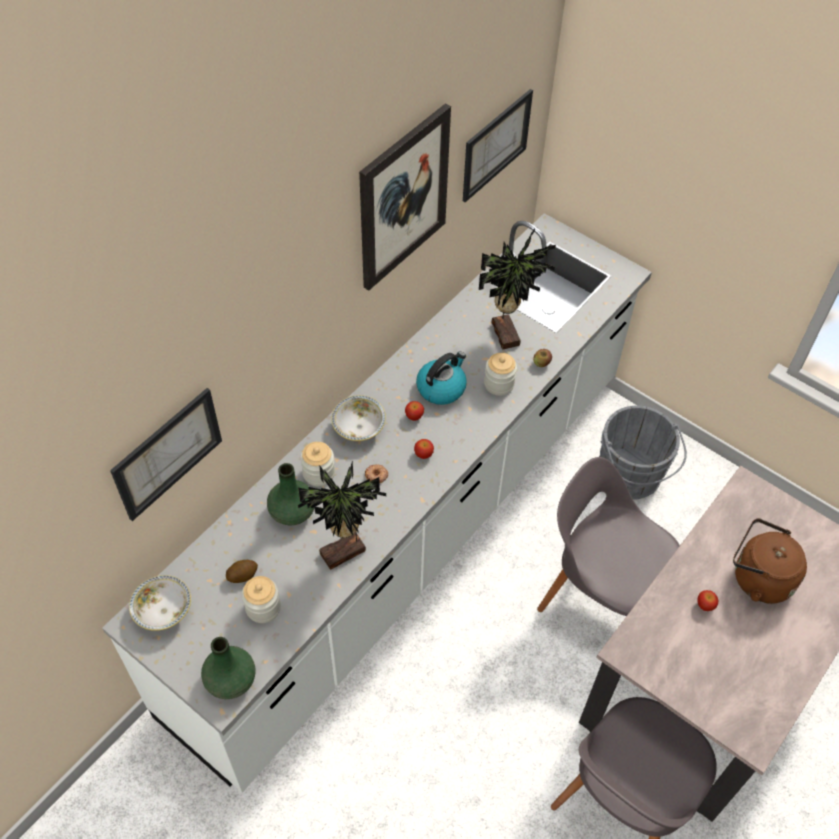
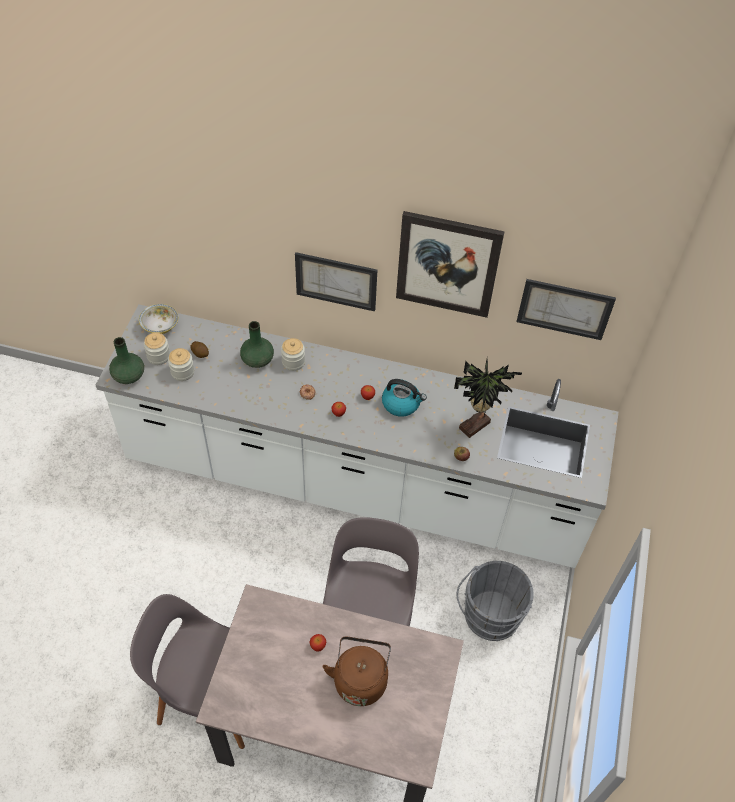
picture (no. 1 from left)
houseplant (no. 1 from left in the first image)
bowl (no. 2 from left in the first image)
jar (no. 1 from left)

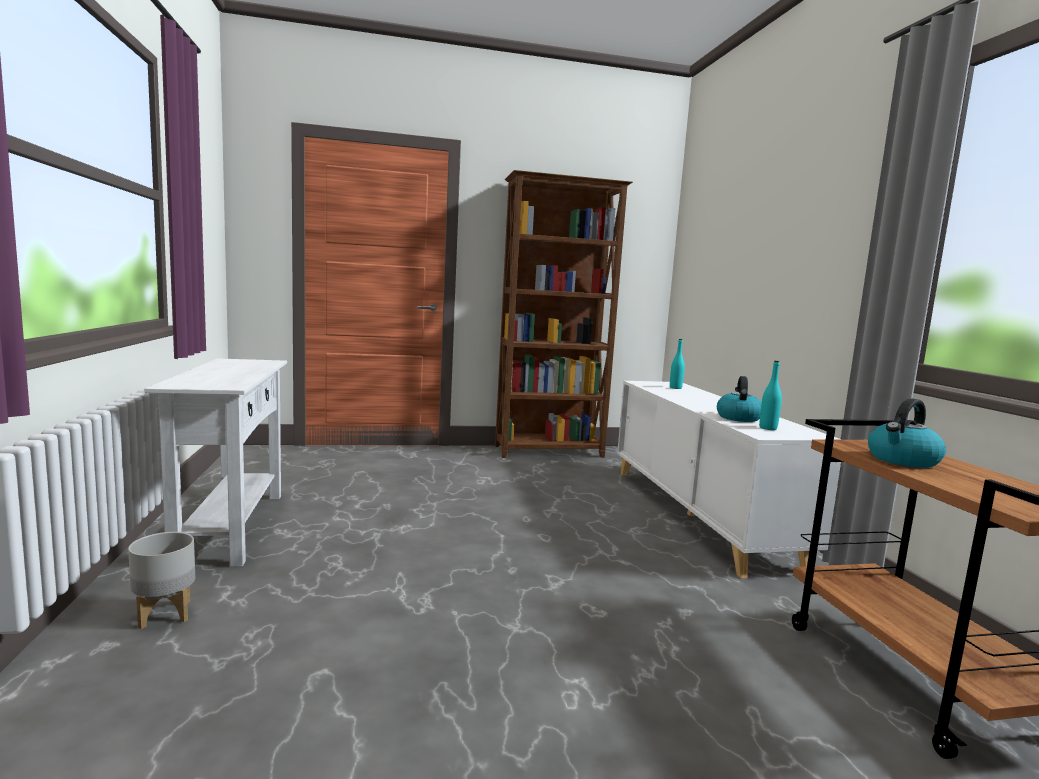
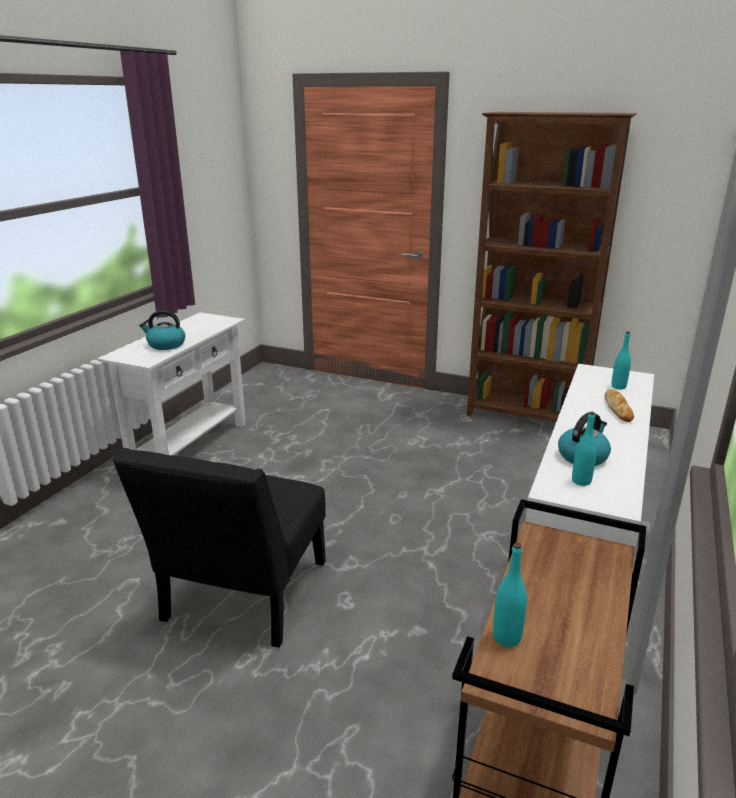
flower pot (grey)
tea kettle (no. 1 from left)
plain chair (blackish)
bottle (turquoise) (no. 1 from left)
bread

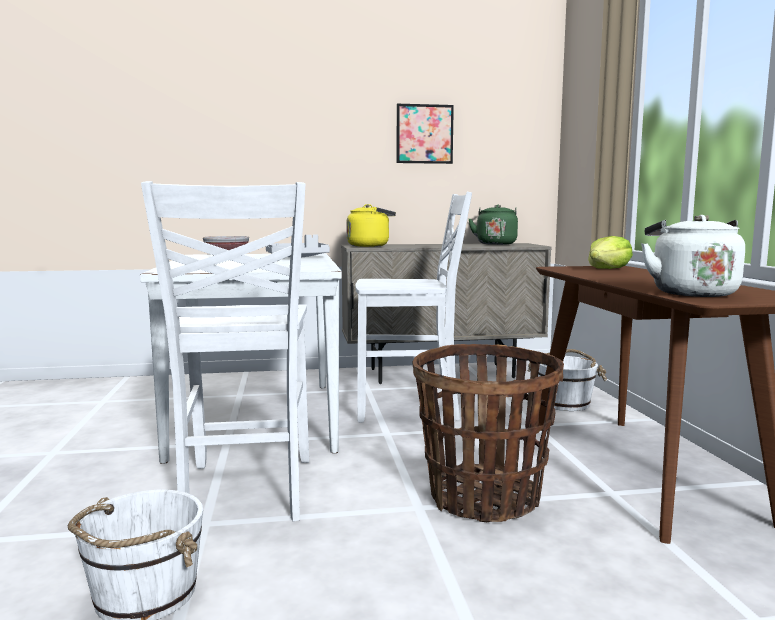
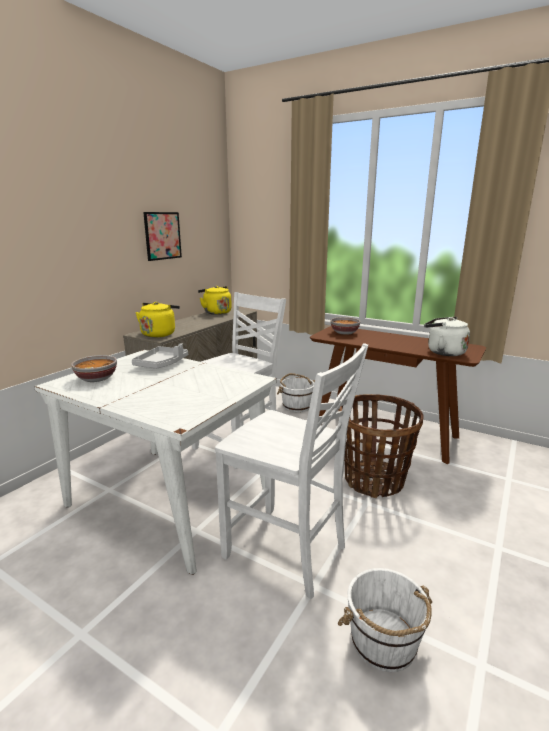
tea kettle (yellowish) (no. 2 from left)
bowl (no. 2 from left)

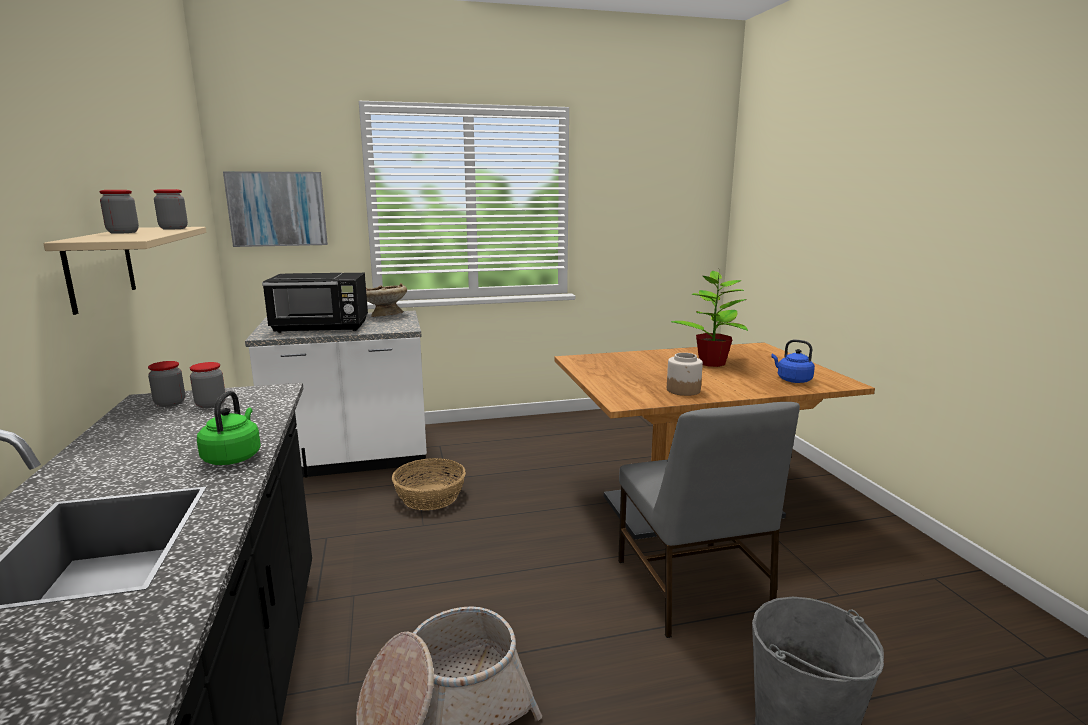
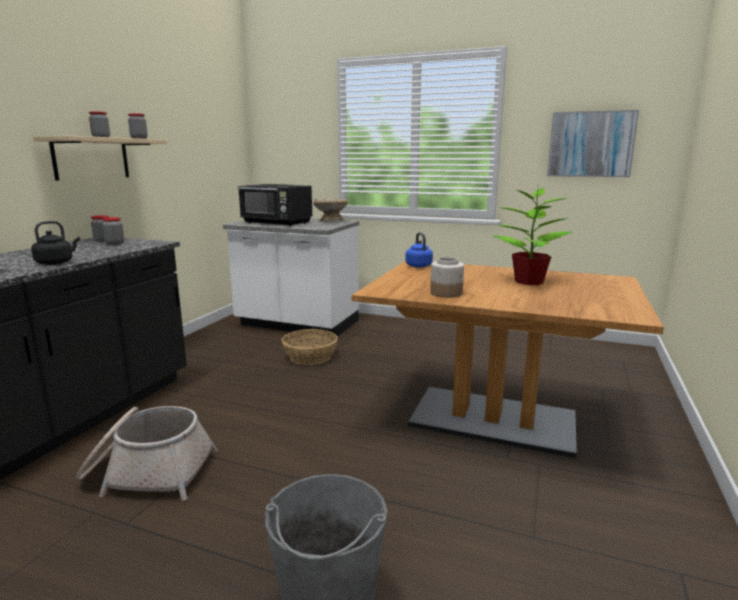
tea kettle (blackish)
picture
plain chair (grey)
tea kettle (bluish)

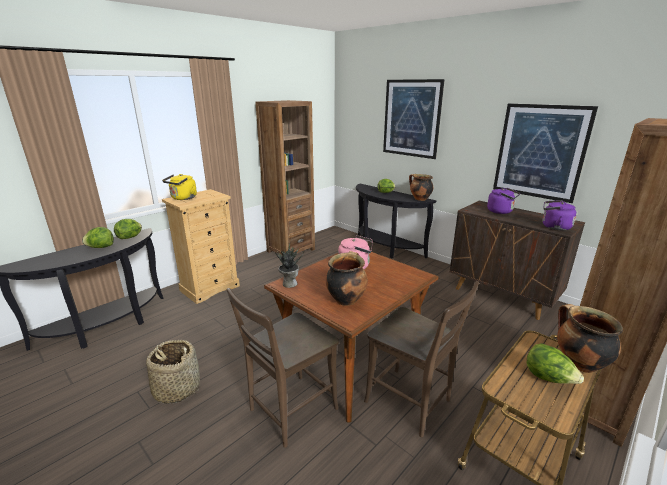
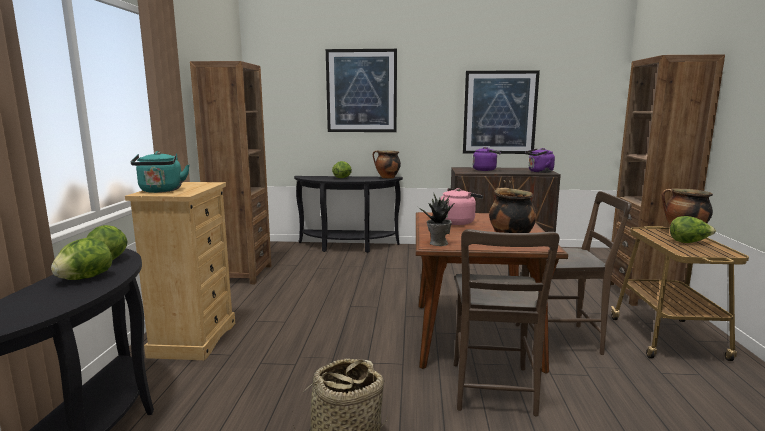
tea kettle (turquoise)

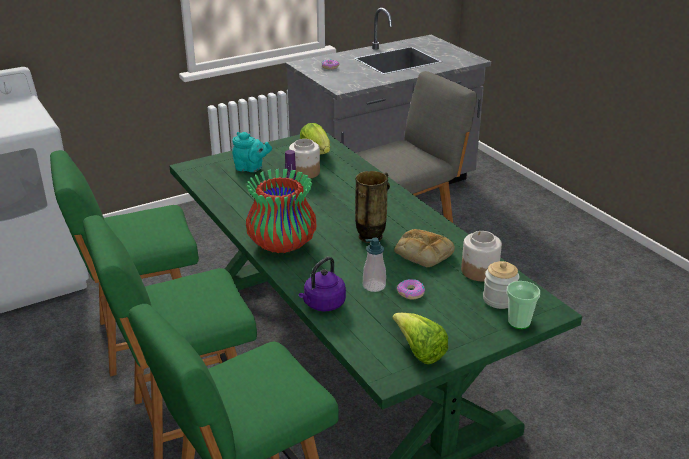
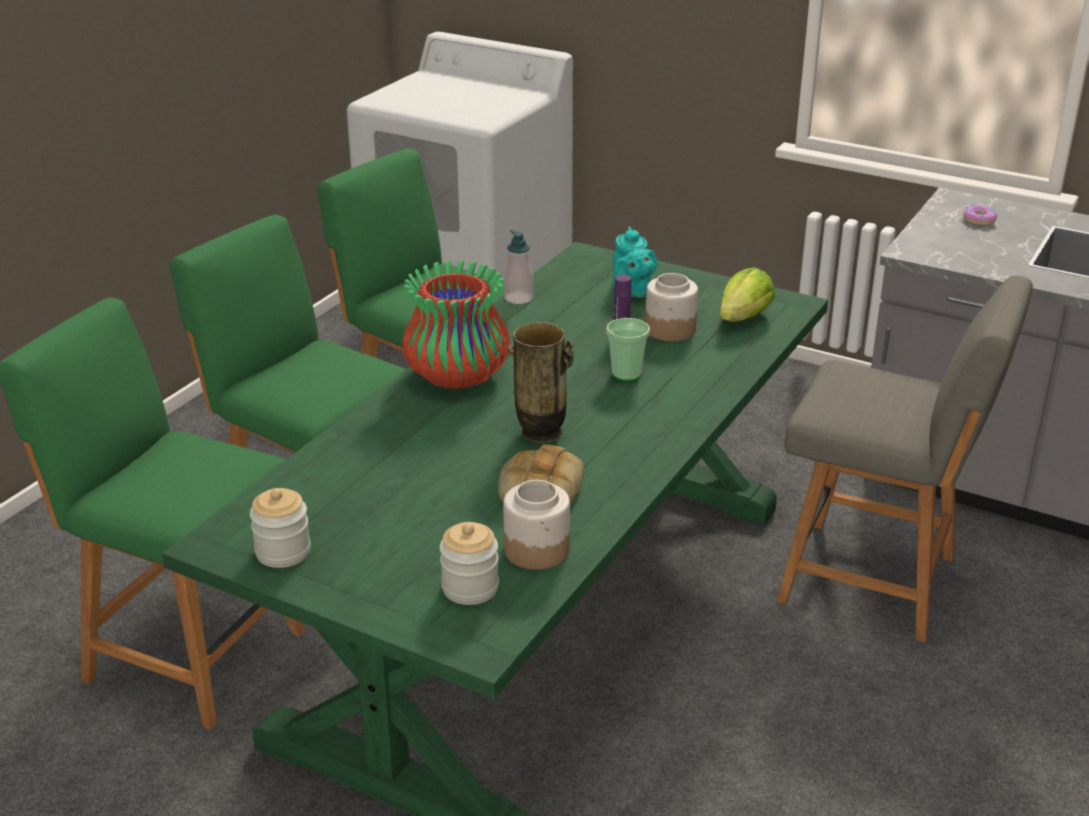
tea kettle (purplish)
soap dispenser
jar (no. 1 from left)
doughnut (no. 2 from left in the first image)
drinking cup

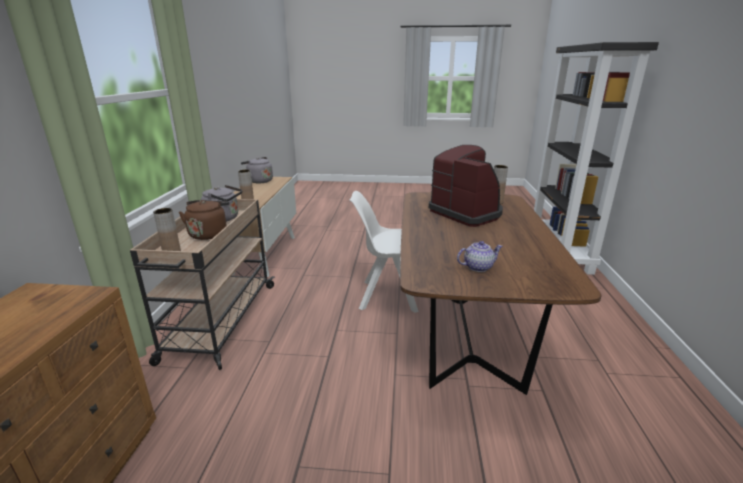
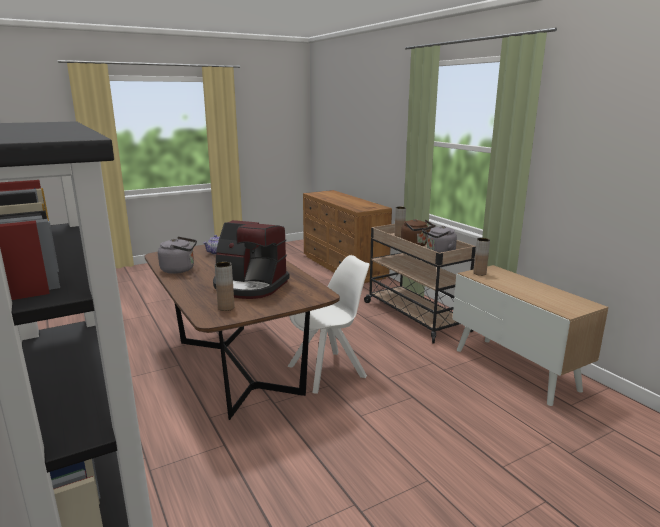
tea kettle (grey) (no. 1 from left)

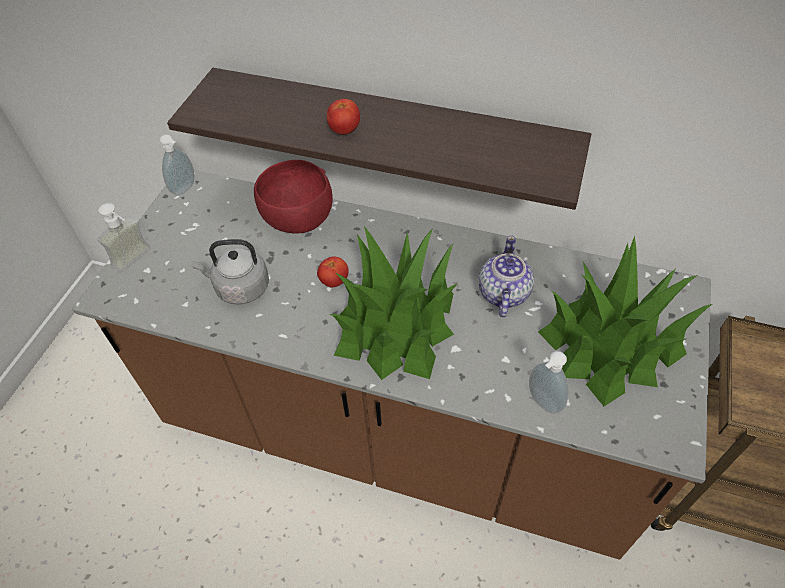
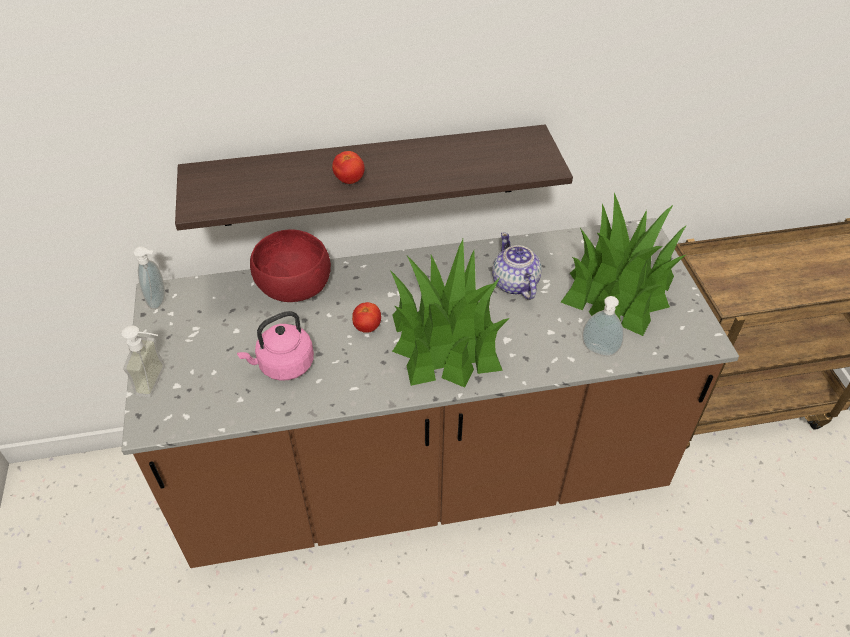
tea kettle (pink-coloured)

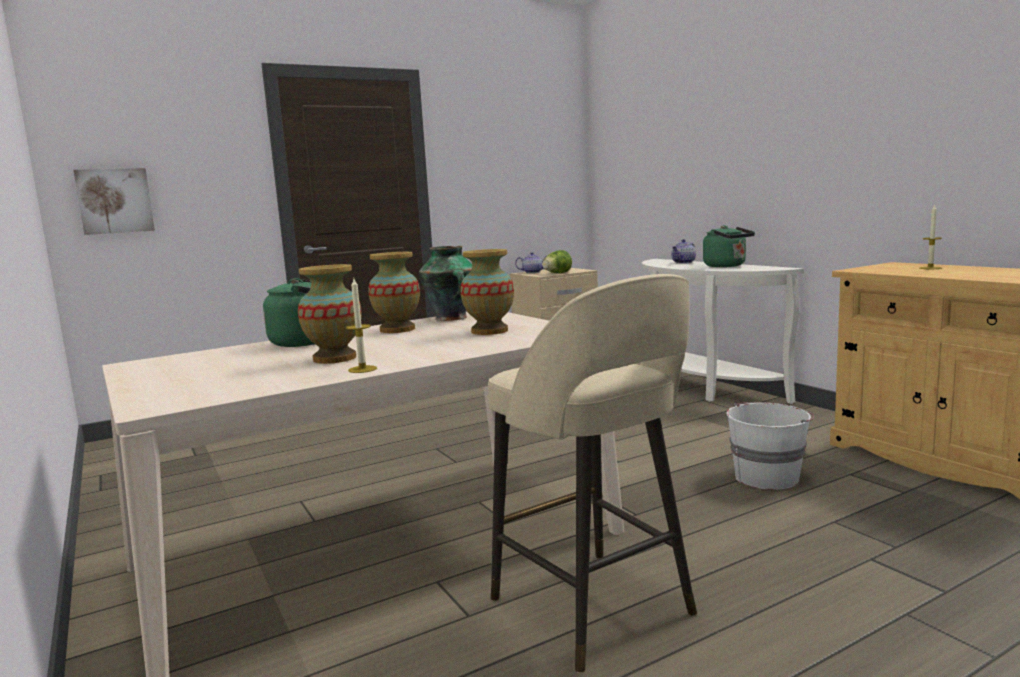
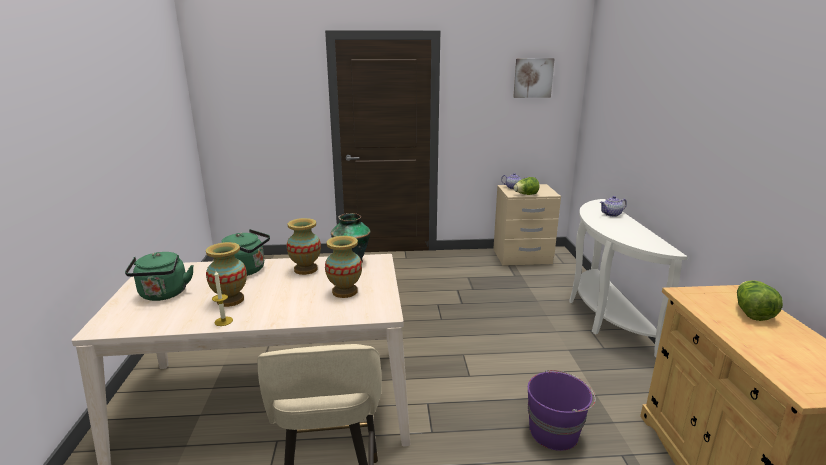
picture
tea kettle (green-coloured) (no. 1 from left)
water bucket (purplish)
lettuce head (no. 2 from left)

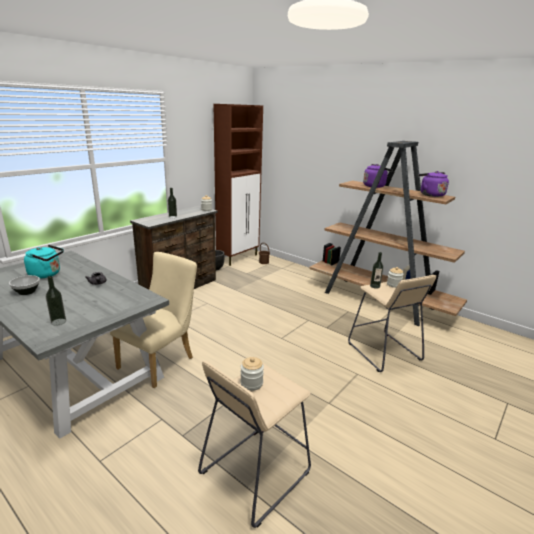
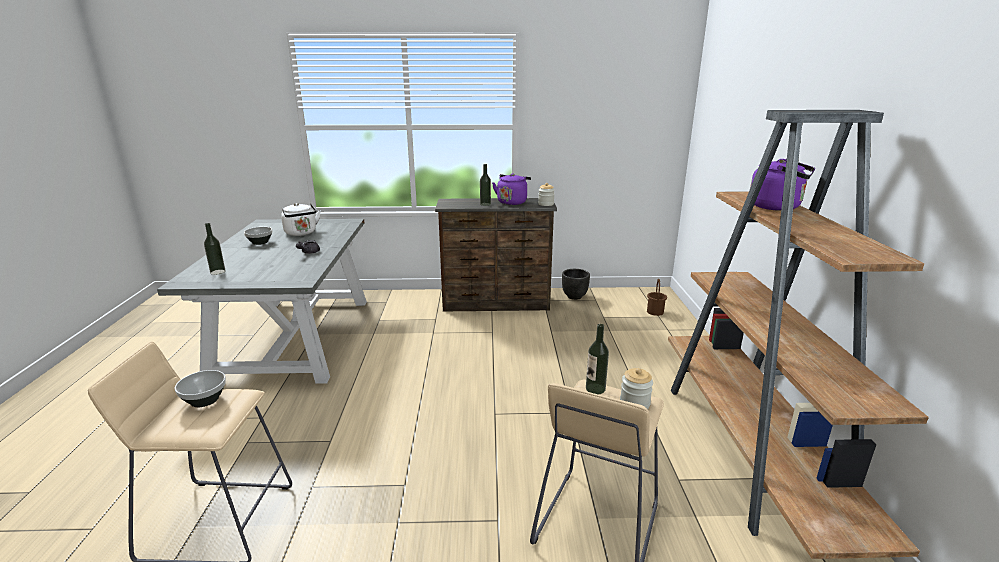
tea kettle (white)
plain chair (sand-coloured)
cupboard (brown-coloured)
bowl (no. 1 from left)
tea kettle (purplish) (no. 1 from left)

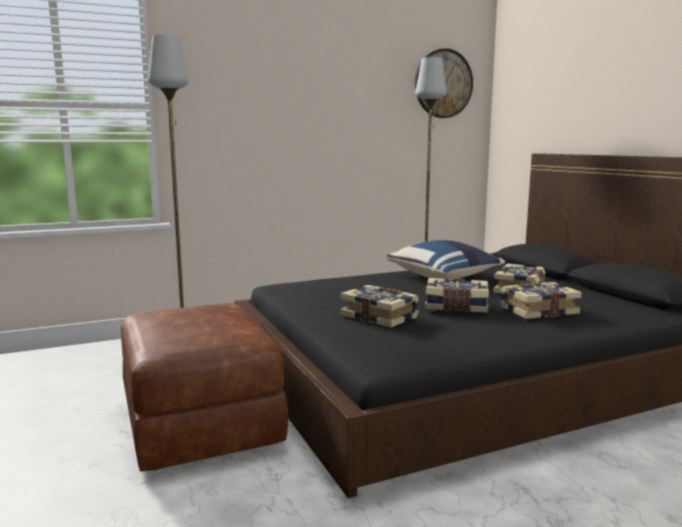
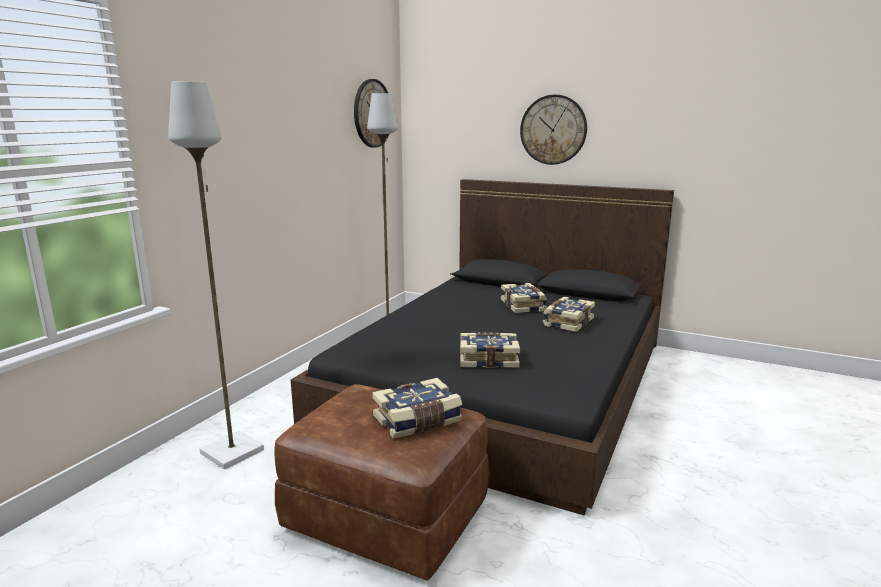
throw pillow (bluish)
volume (no. 1 from left)
wall clock (no. 2 from left)

